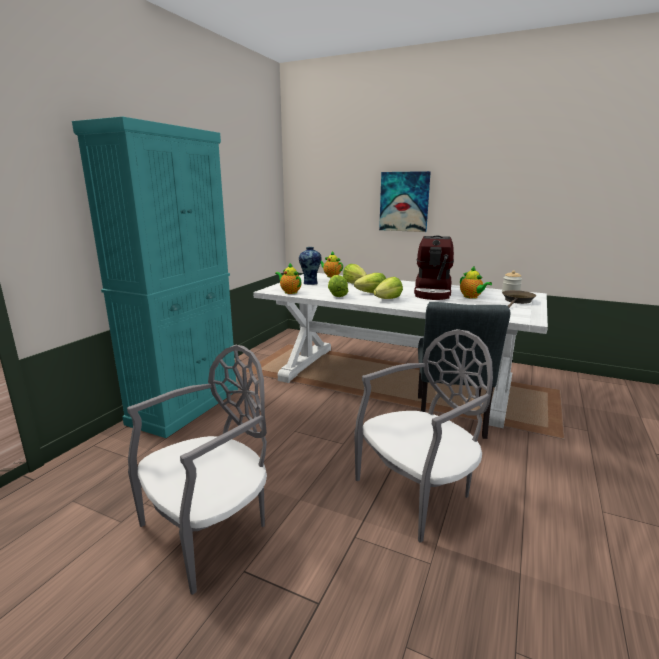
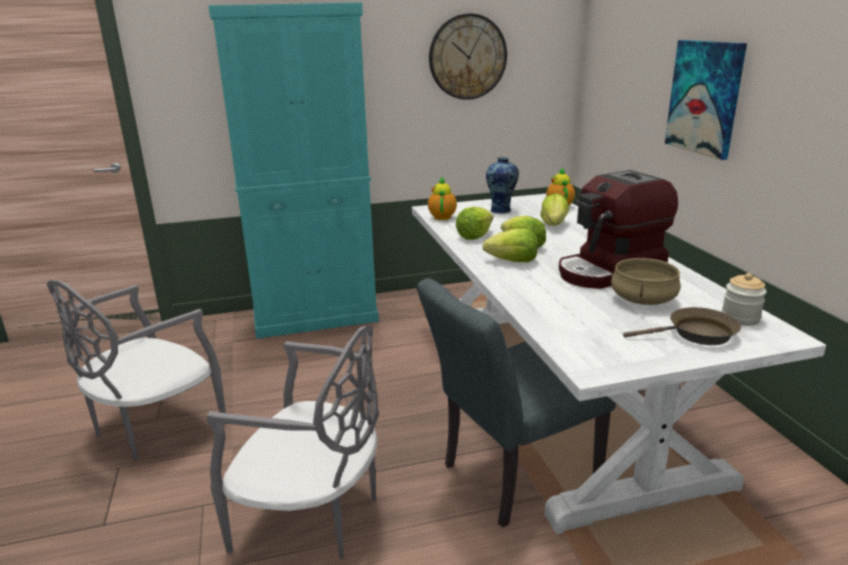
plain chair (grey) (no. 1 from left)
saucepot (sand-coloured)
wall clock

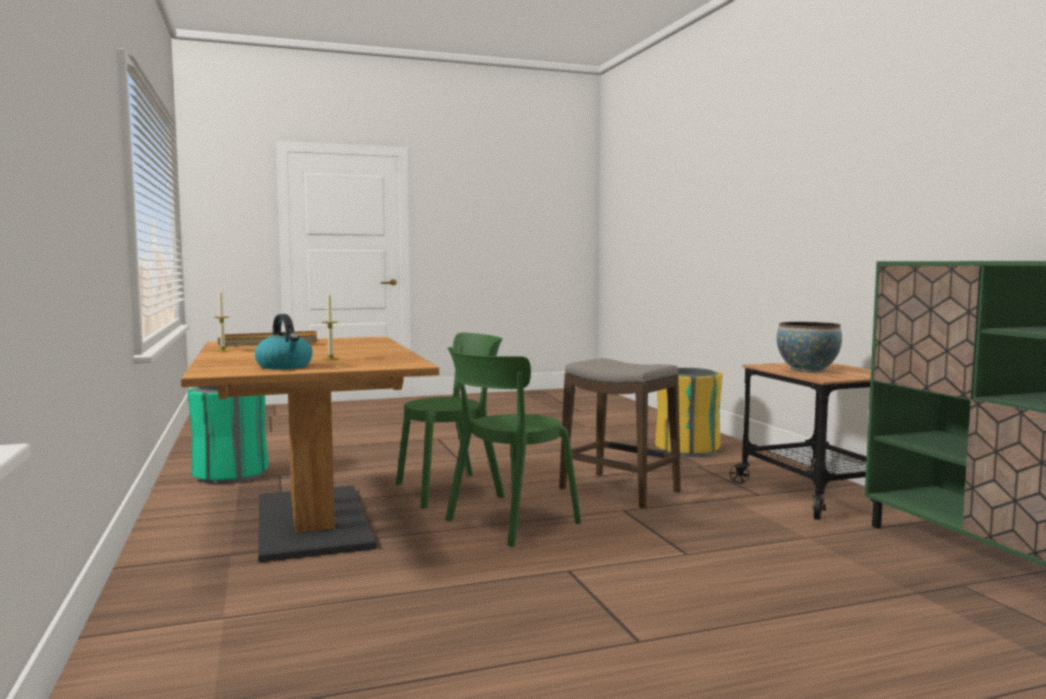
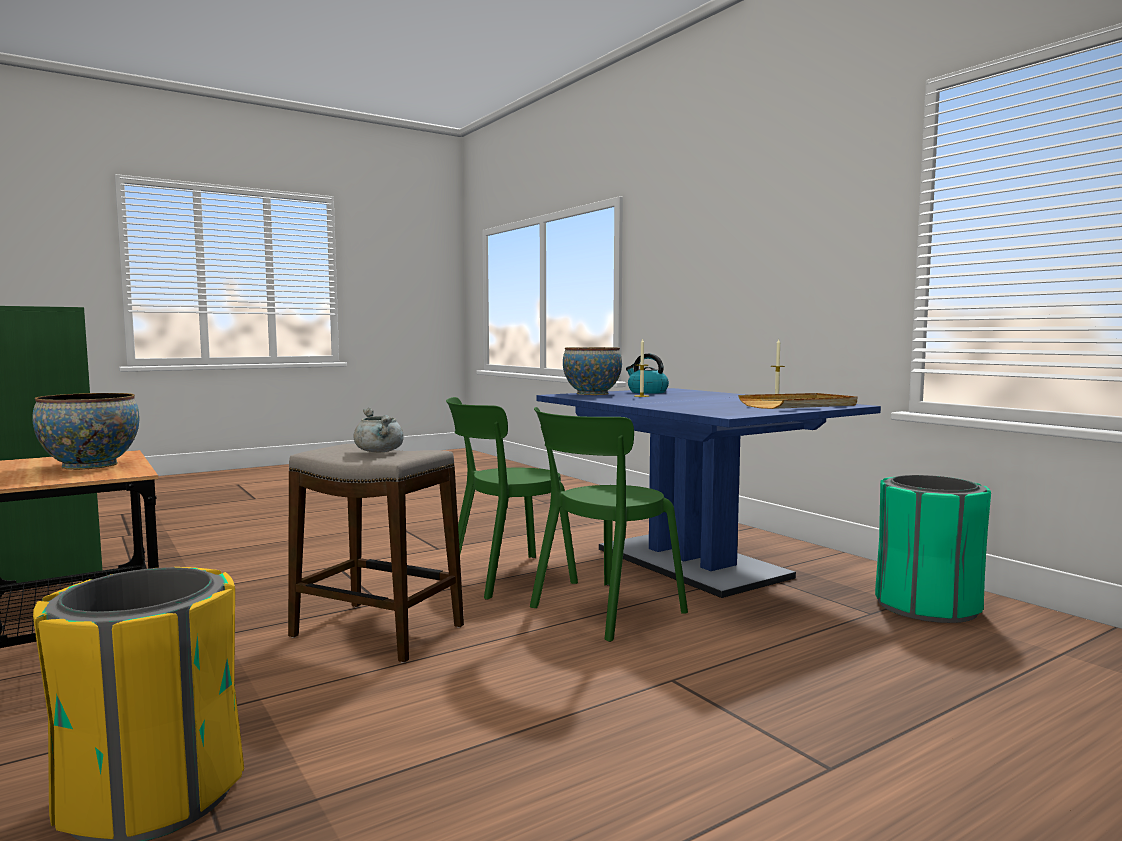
kitchen table (bluish)
plain chair (green-coloured) (no. 1 from left)
saucepot (grey)
bowl (no. 2 from left)

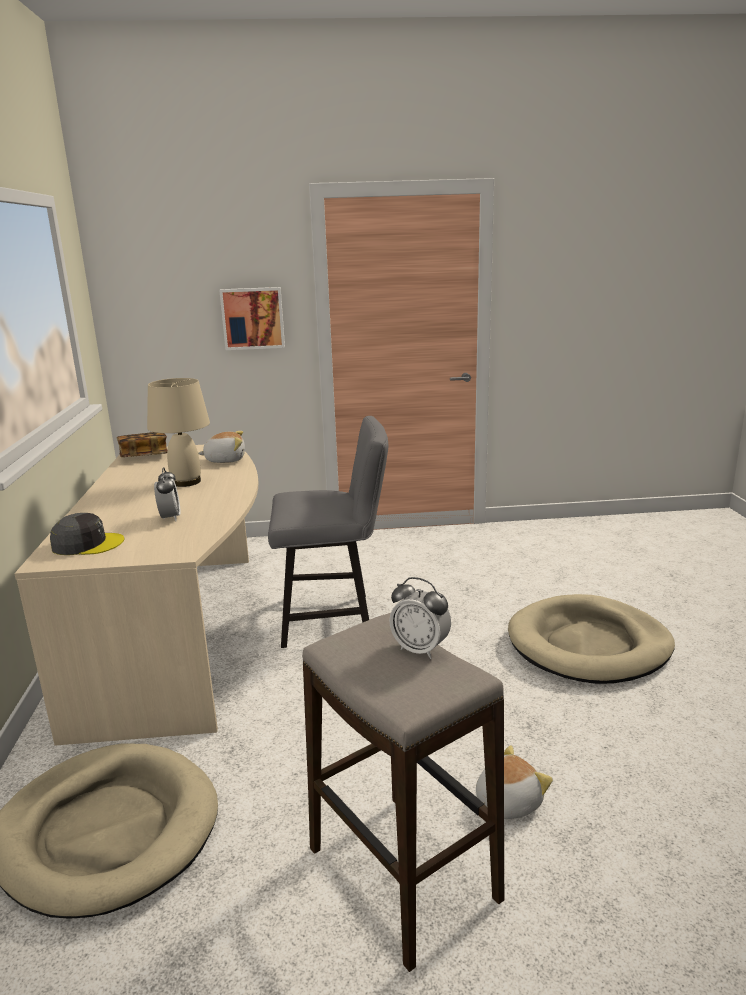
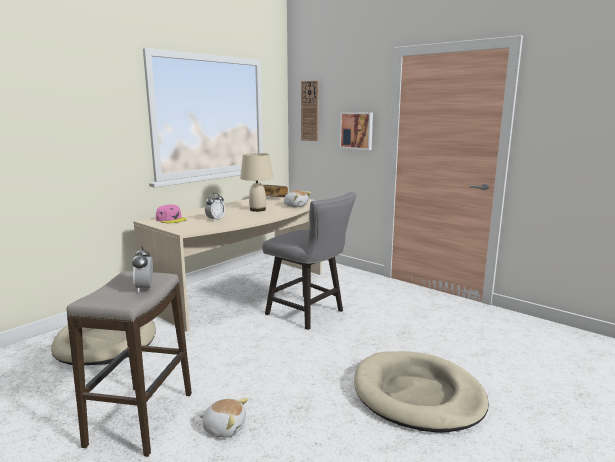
cap (pink-coloured)
wall clock

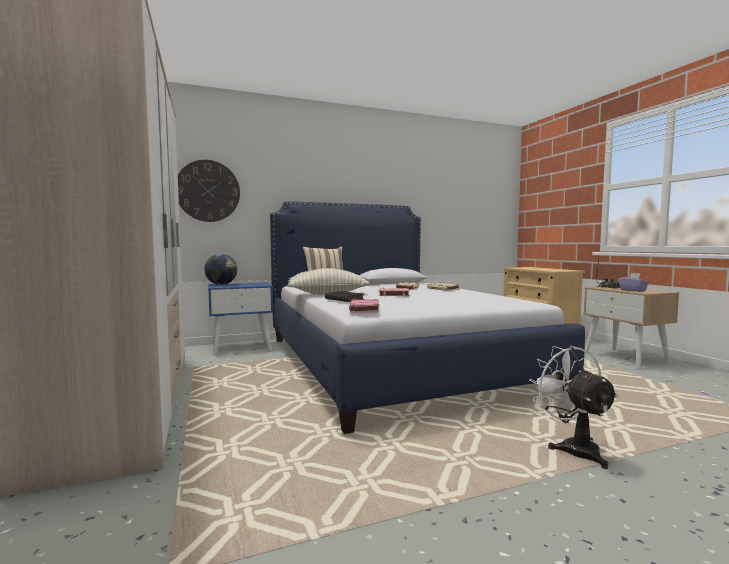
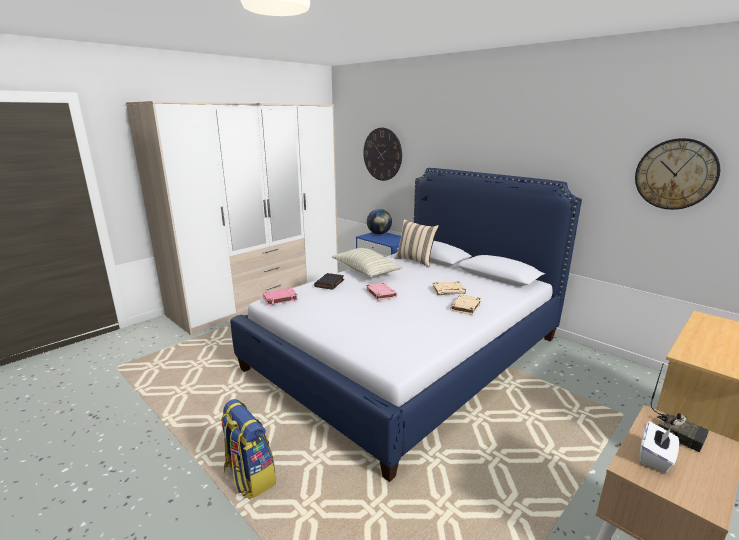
knapsack
tissue box (white)
wall clock (no. 2 from left)

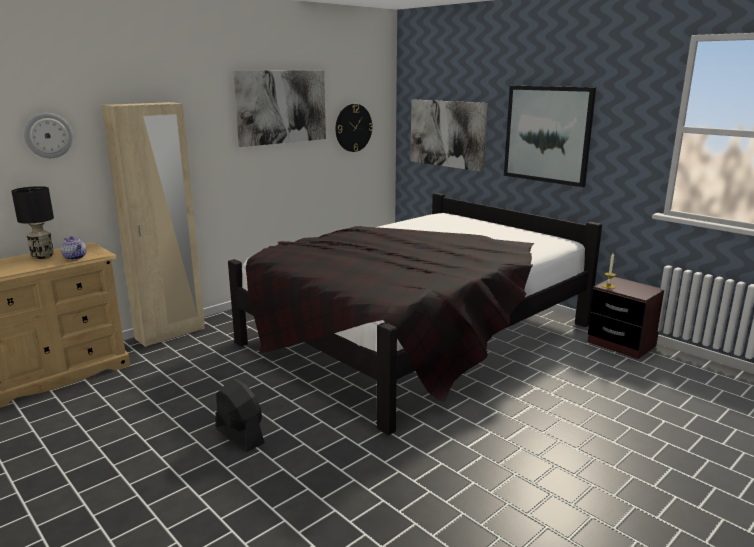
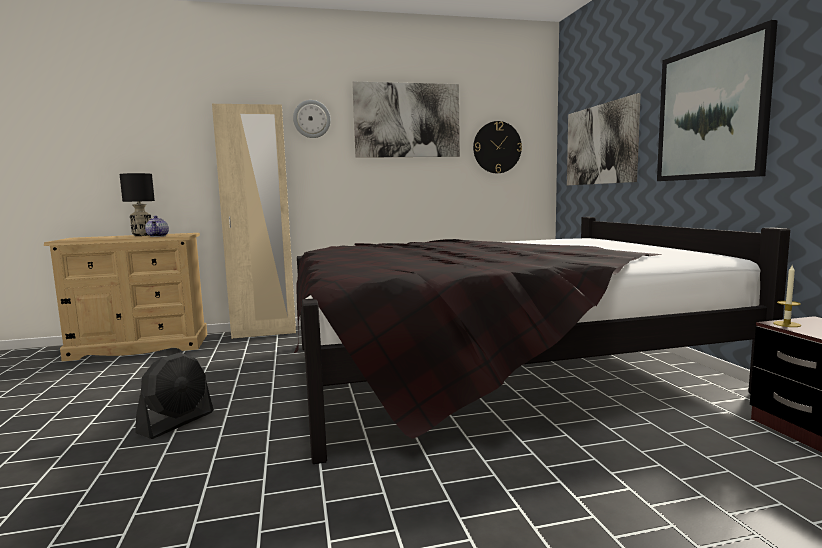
wall clock (no. 1 from left)
fan (blackish)

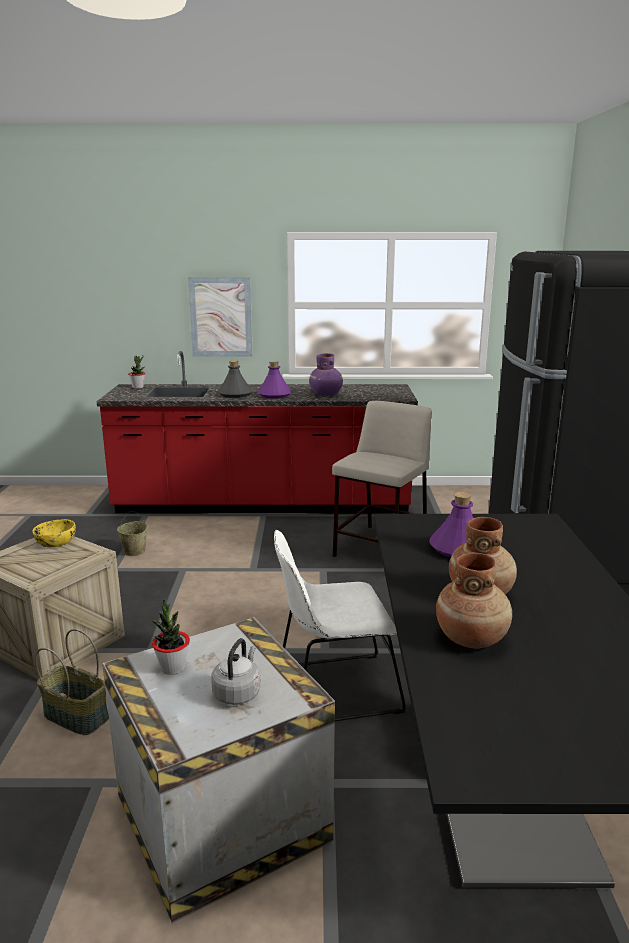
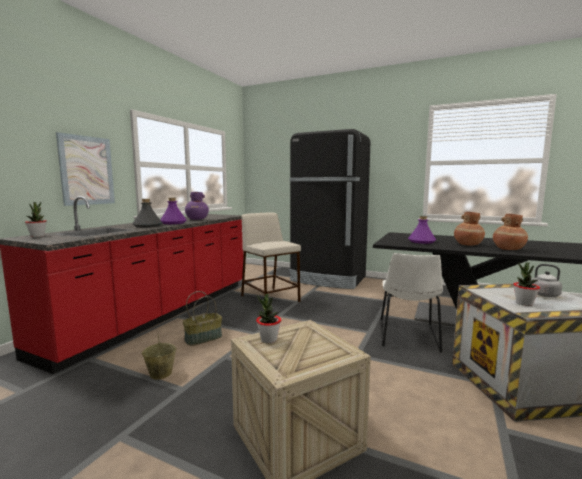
houseplant (no. 2 from left)
basket

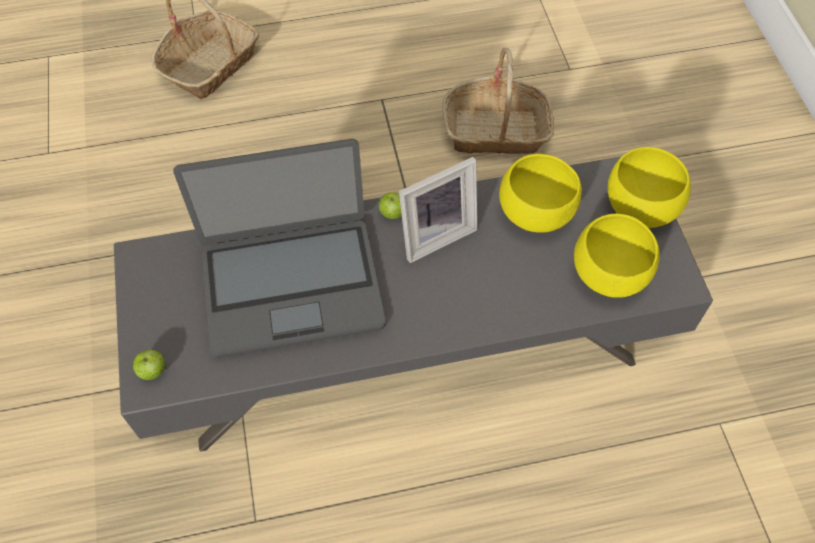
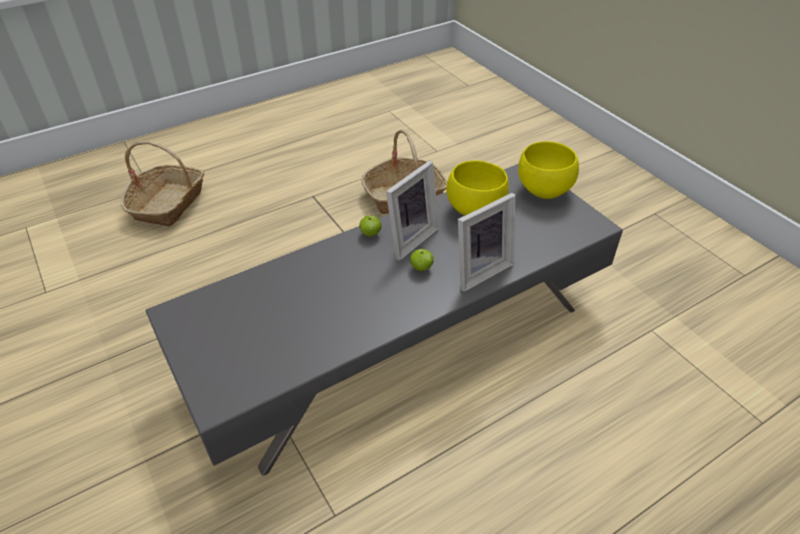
apple (no. 2 from left)
laptop
bowl (yellowish) (no. 2 from left in the first image)
photo frame (no. 2 from left)

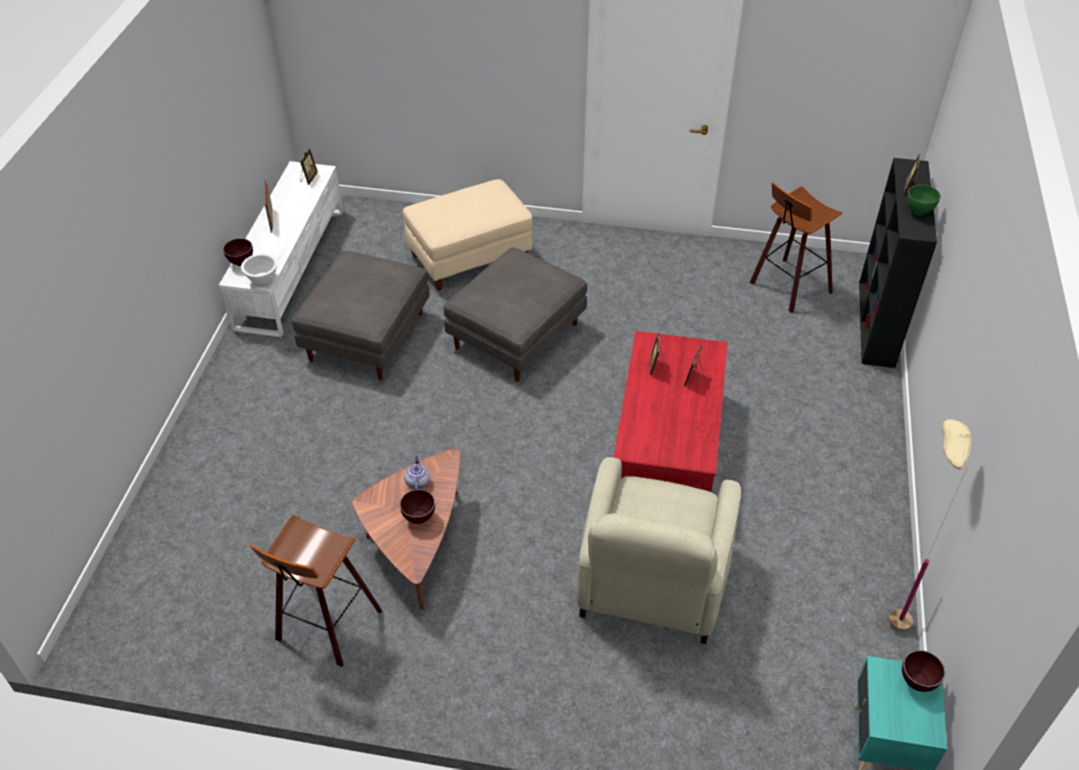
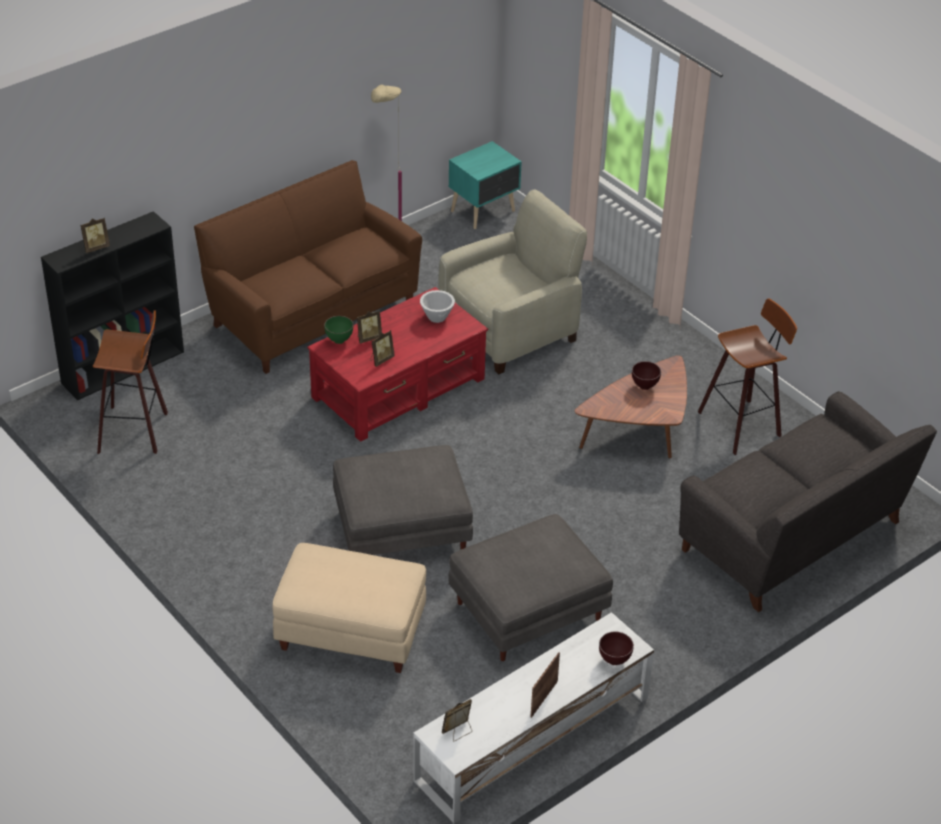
bowl (white)
pot for tea
bowl (brown-coloured) (no. 3 from left in the first image)
bowl (green-coloured)
sofa (brown-coloured)
sofa (grey)

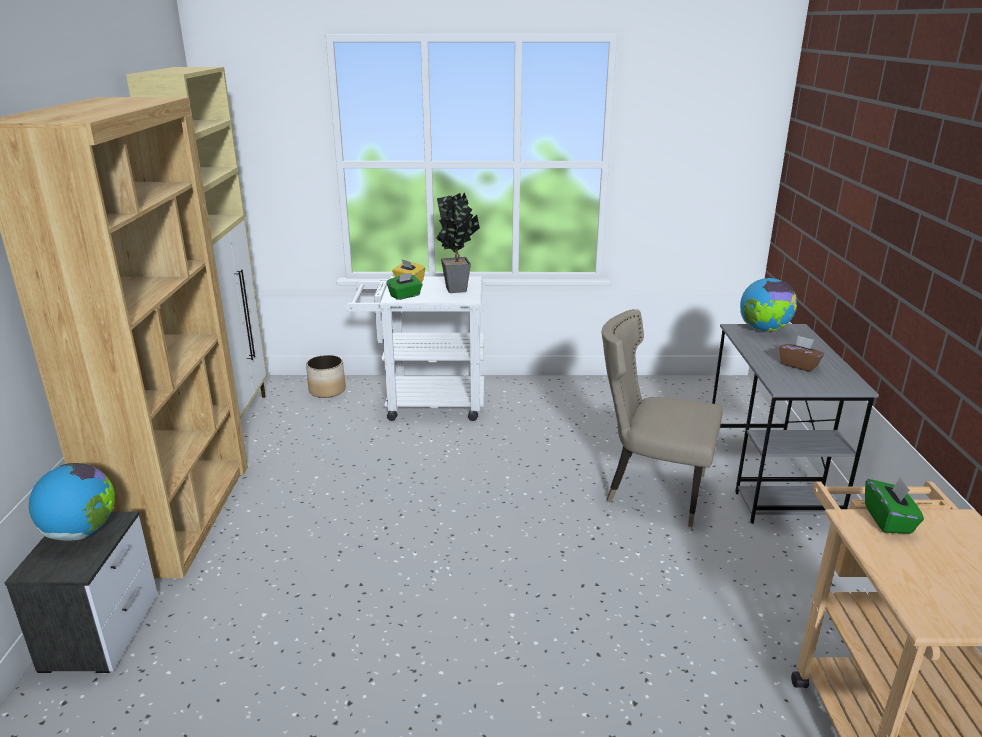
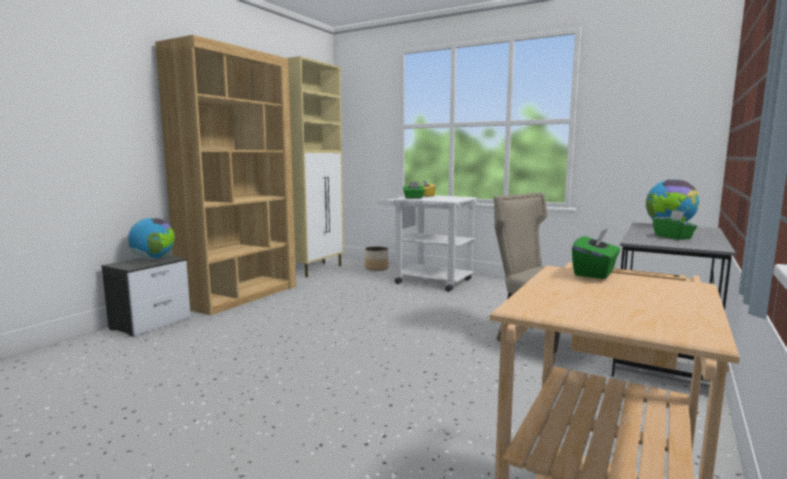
houseplant
tissue box (green-coloured) (no. 3 from left)

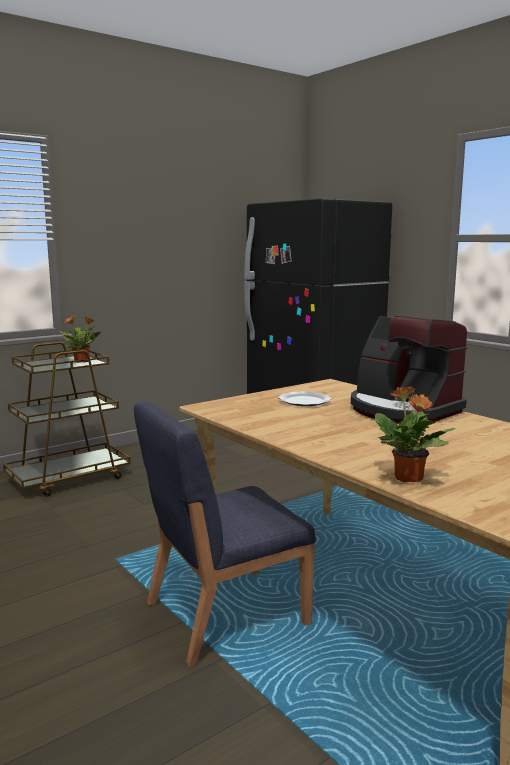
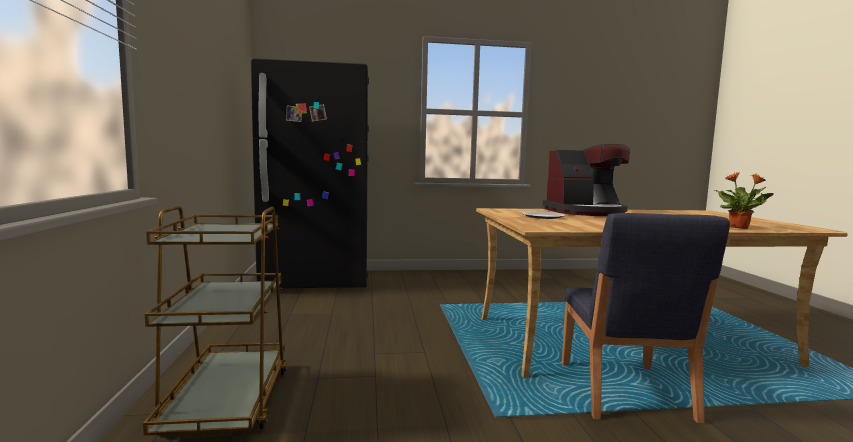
houseplant (no. 1 from left in the first image)

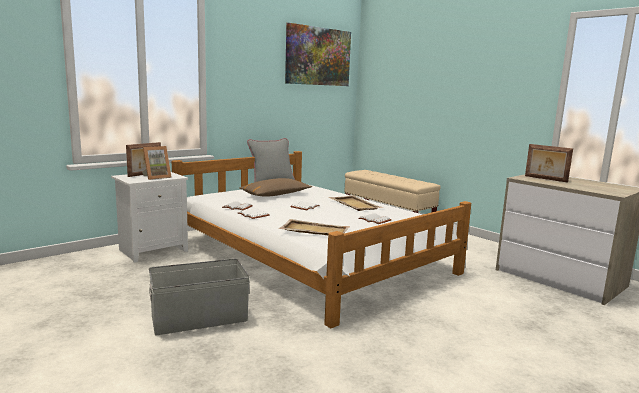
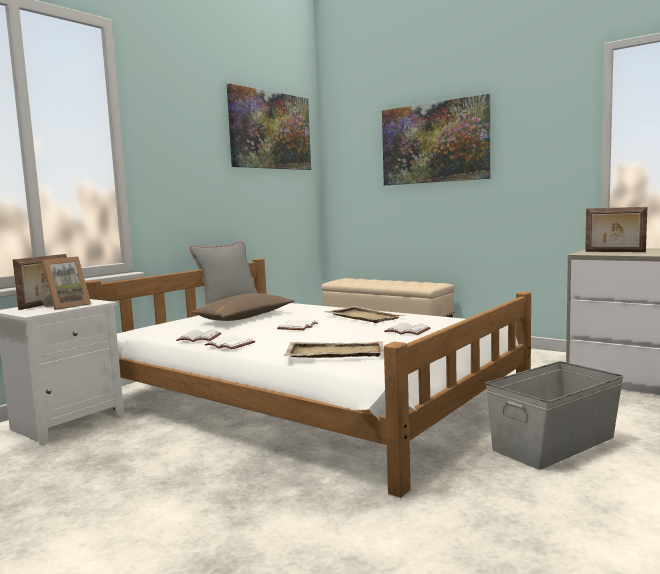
storage box (grey)
picture (no. 2 from left)

